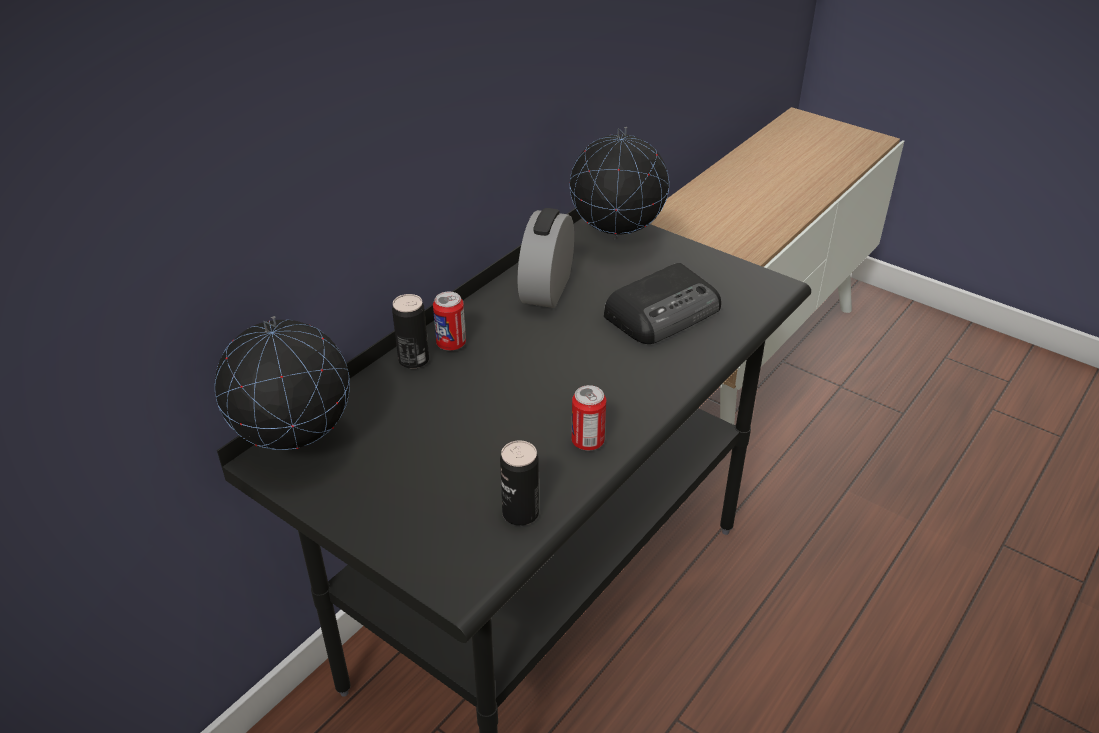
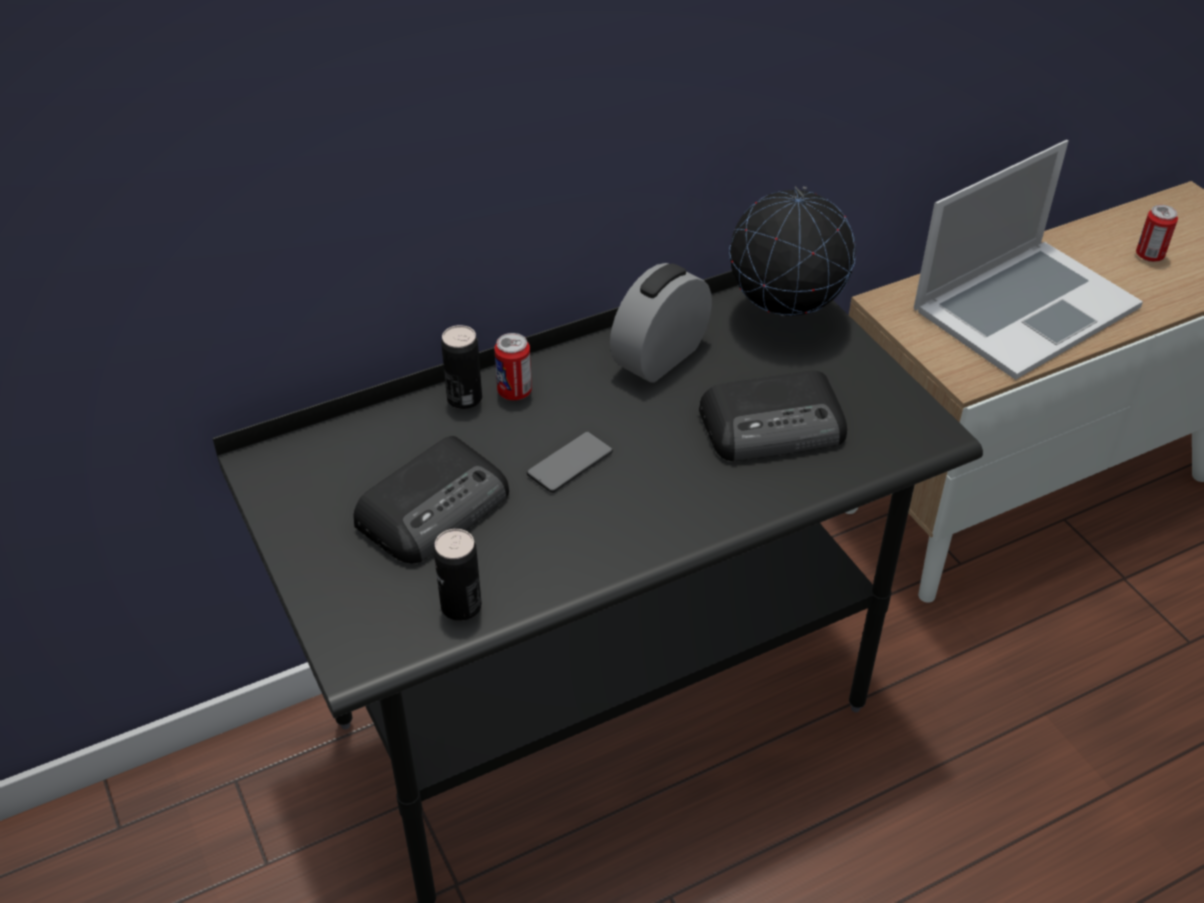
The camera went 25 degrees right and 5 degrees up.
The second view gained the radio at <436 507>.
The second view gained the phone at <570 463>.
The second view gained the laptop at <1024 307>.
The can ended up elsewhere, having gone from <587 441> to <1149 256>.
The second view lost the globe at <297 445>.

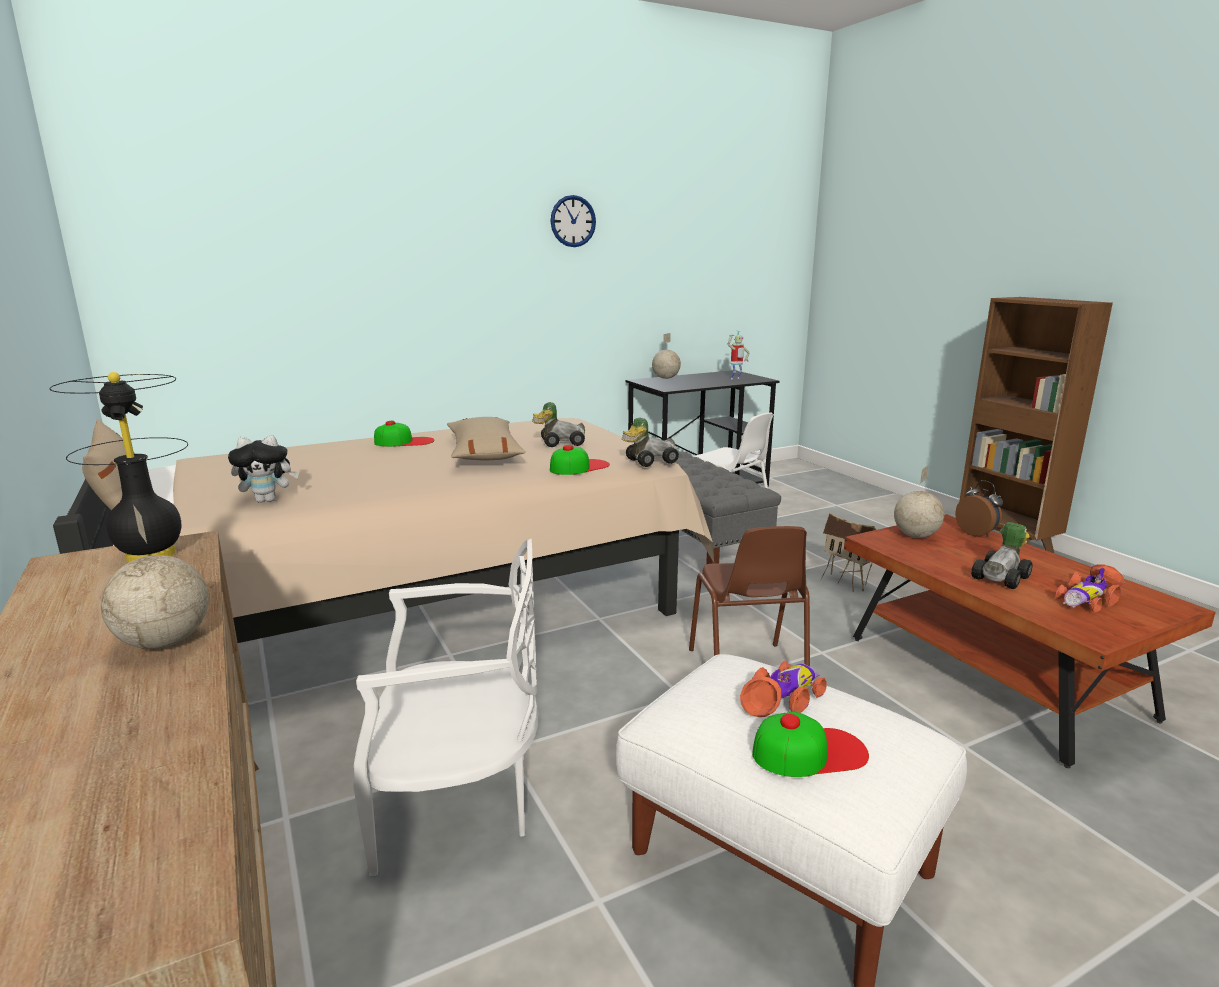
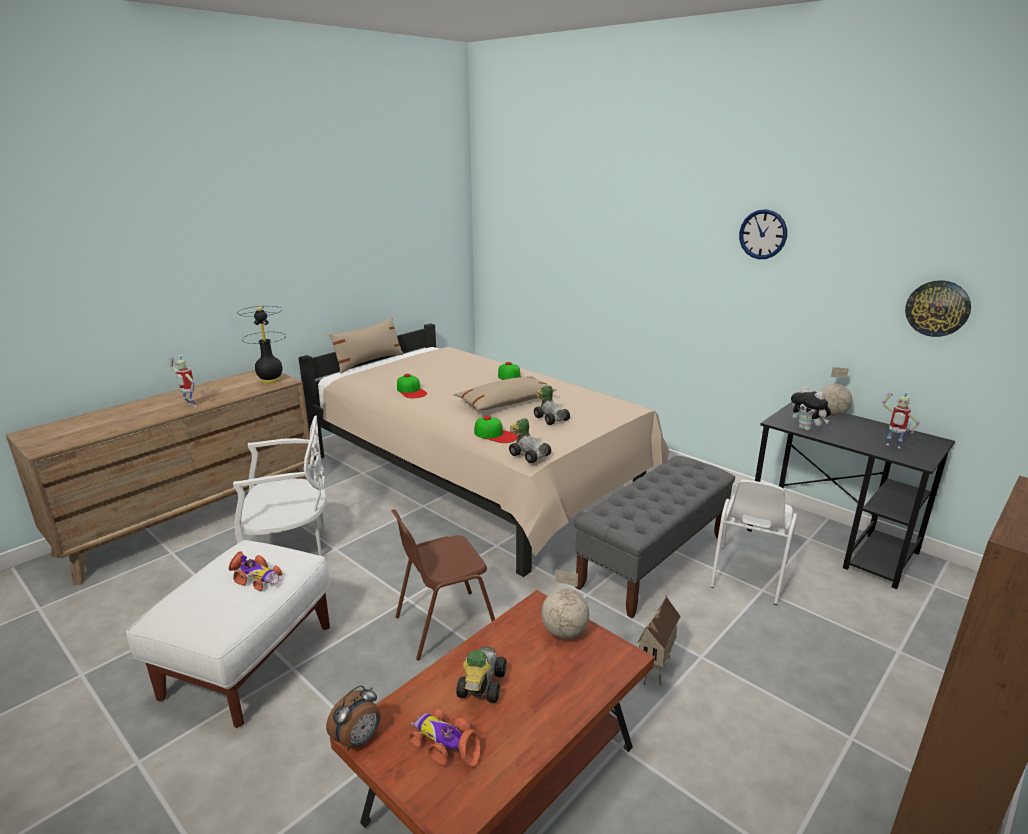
The camera went 70 degrees right and 5 degrees up.
Where the globe stood at <165 642>, the toy robot came to stand at <190 406>.
The white chair at <458 804> ended up facing another way, 75 degrees counterclockwise from before.
The alarm clock ended up elsewhere, having gone from <977 533> to <358 740>.
The cap ended up elsewhere, having gone from <809 752> to <411 391>.
The toy car at <1003 577> ended up facing another way, 75 degrees clockwise from before.
The plush toy ended up elsewhere, having gone from <268 500> to <807 429>.
The second view gained the wall clock at <937 308>.

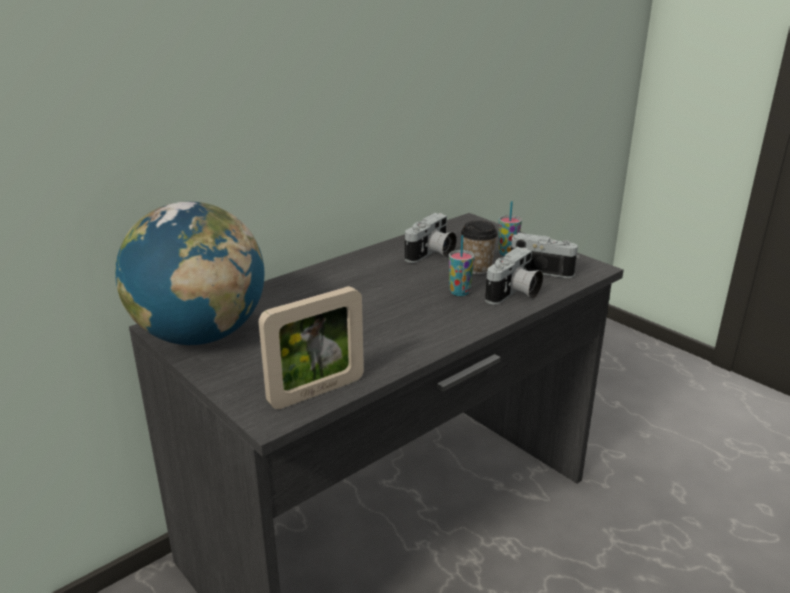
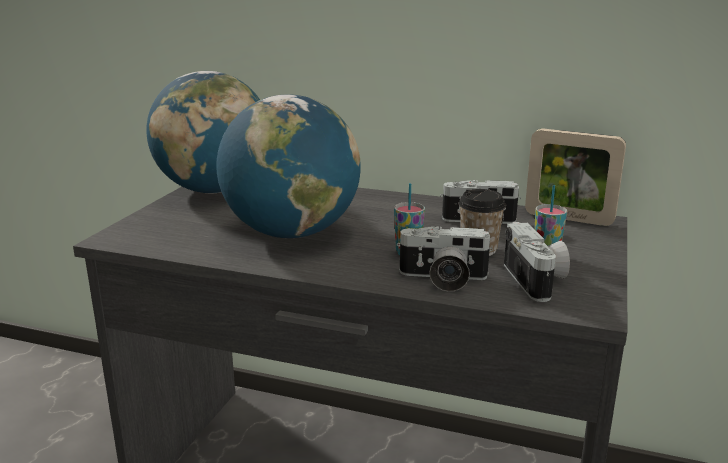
The camera went 60 degrees right and 5 degrees down.
The second view gained the globe at <291 233>.
The picture frame ended up elsewhere, having gone from <316 392> to <568 218>.

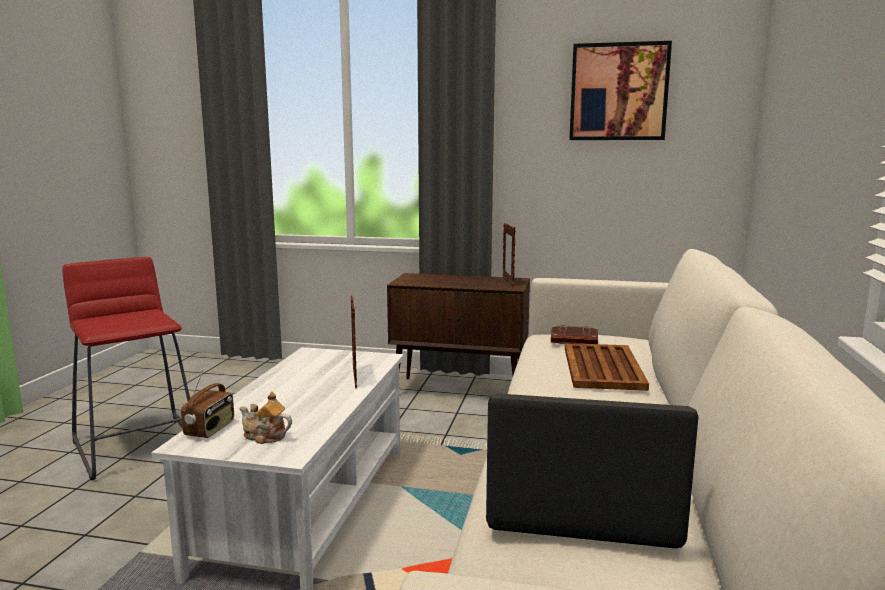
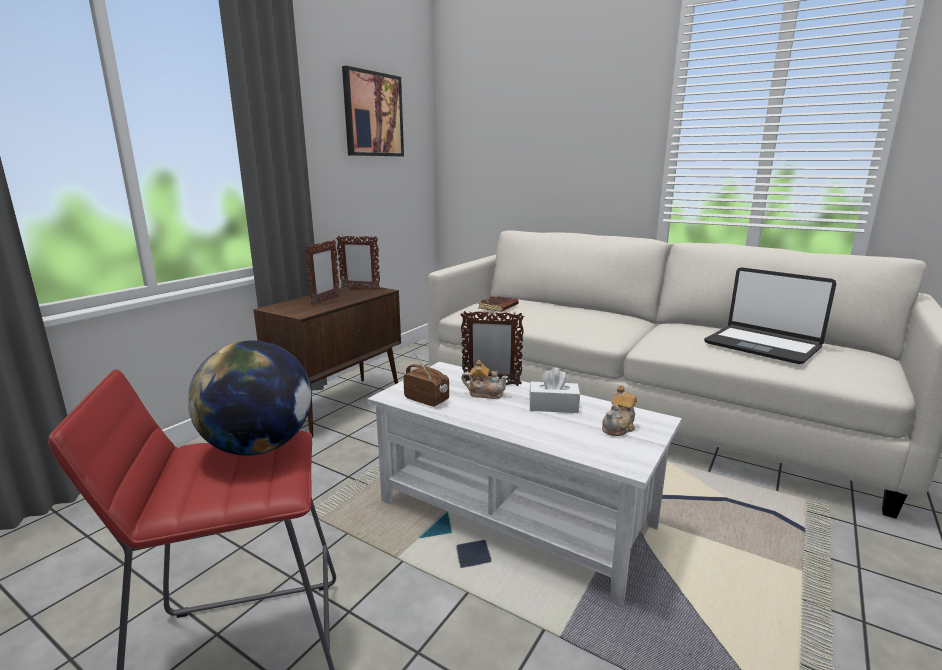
The camera went 70 degrees left and 5 degrees up.
The second view gained the globe at <259 447>.
The second view gained the picture frame at <325 300>.
The radio ended up elsewhere, having gone from <210 429> to <427 400>.
The second view gained the teapot at <485 393>.
The second view gained the white tissue box at <553 406>.
The laptop at <581 508> ended up facing another way, 75 degrees counterclockwise from before.
The second view lost the brown tray at <602 368>.

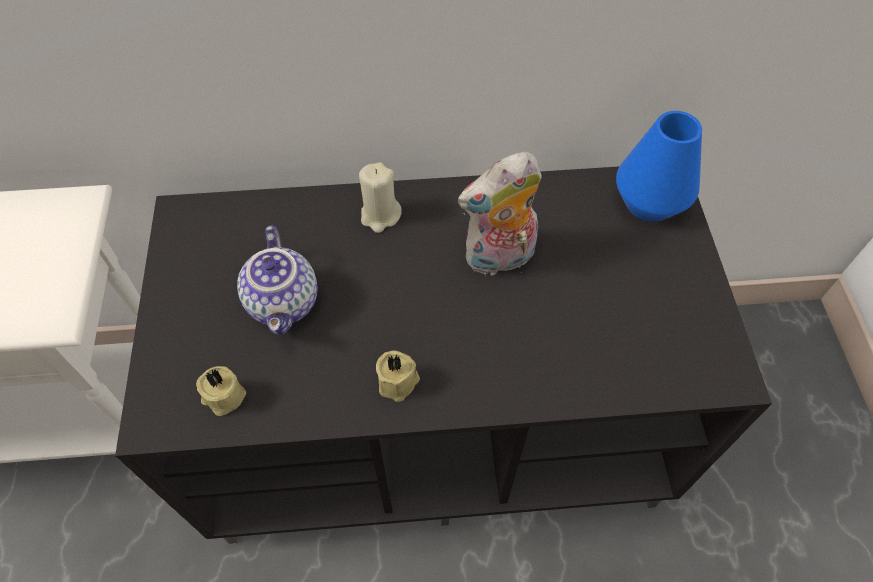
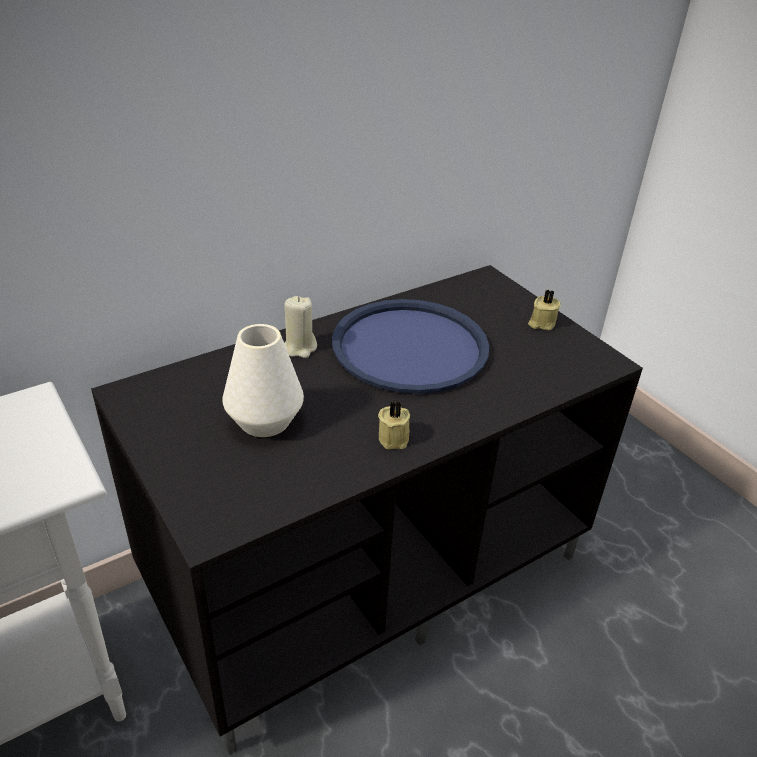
The camera went 30 degrees left and 20 degrees down.
Where the teapot stood at <285 303>, the white vase came to stand at <265 420>.
Where the plush toy stood at <499 259>, the blue tray came to stand at <409 347>.
The beige candle ended up elsewhere, having gone from <223 397> to <541 323>.
The second view lost the blue vase at <649 202>.

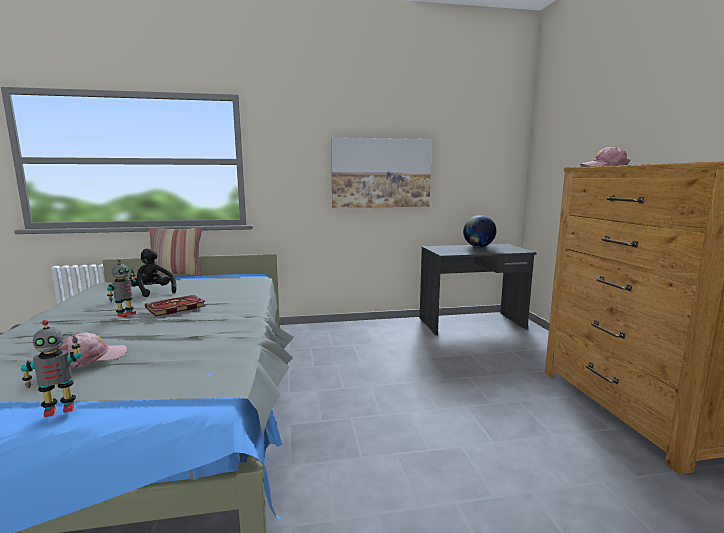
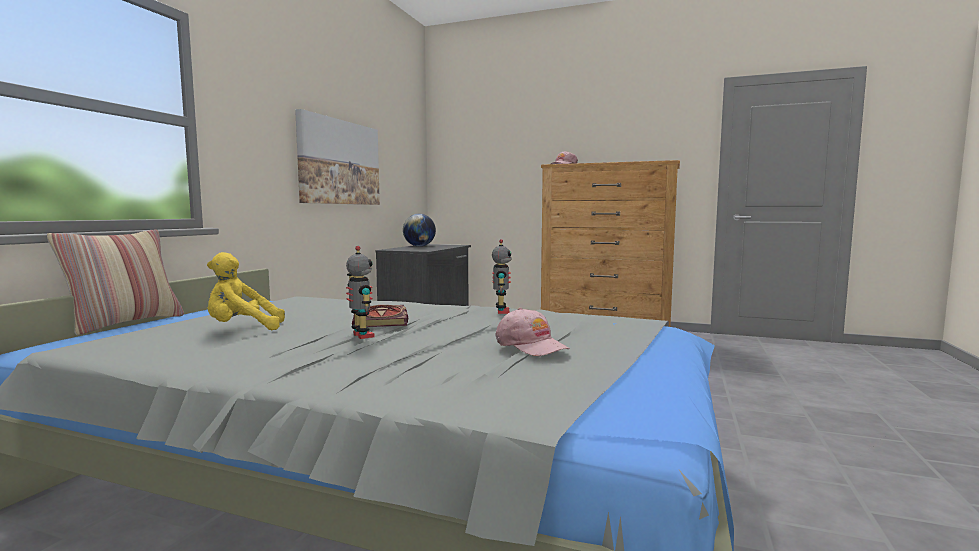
The camera went 60 degrees left and 5 degrees down.
What was the black plush toy at <153 292> turned into the yellow plush toy at <242 329>.
The toy robot ended up elsewhere, having gone from <59 409> to <501 311>.
The pink cap at <91 358> ended up facing another way, 150 degrees clockwise from before.

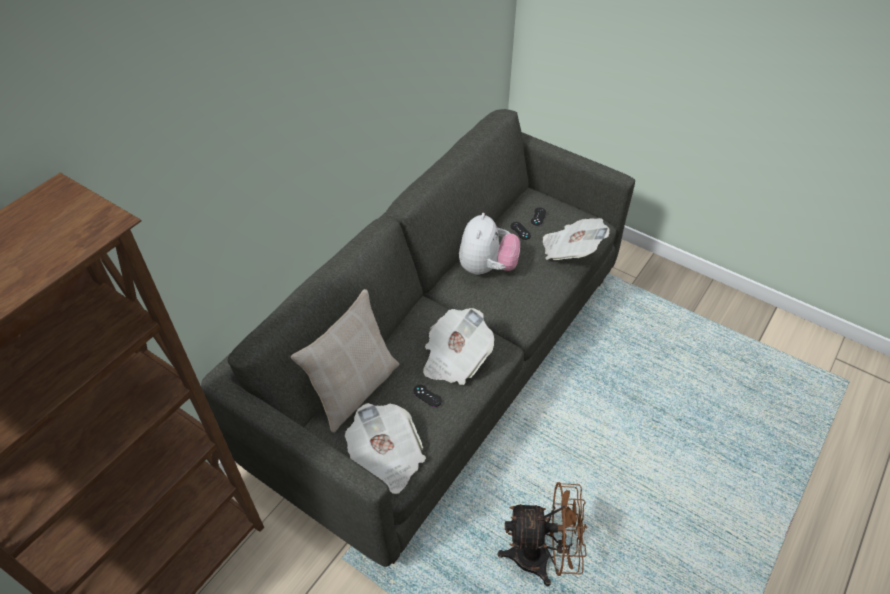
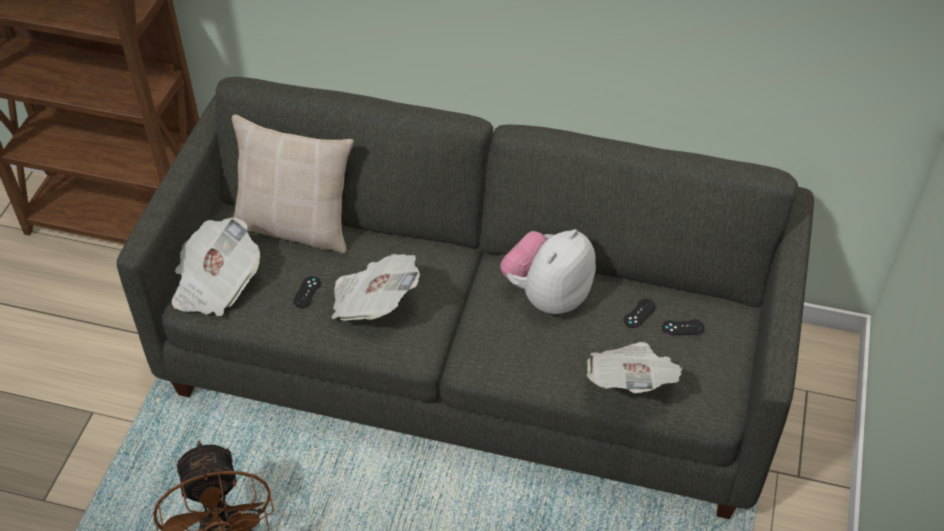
The camera went 70 degrees right and 0 degrees up.
The plush toy at <487 267> ended up facing another way, 135 degrees clockwise from before.

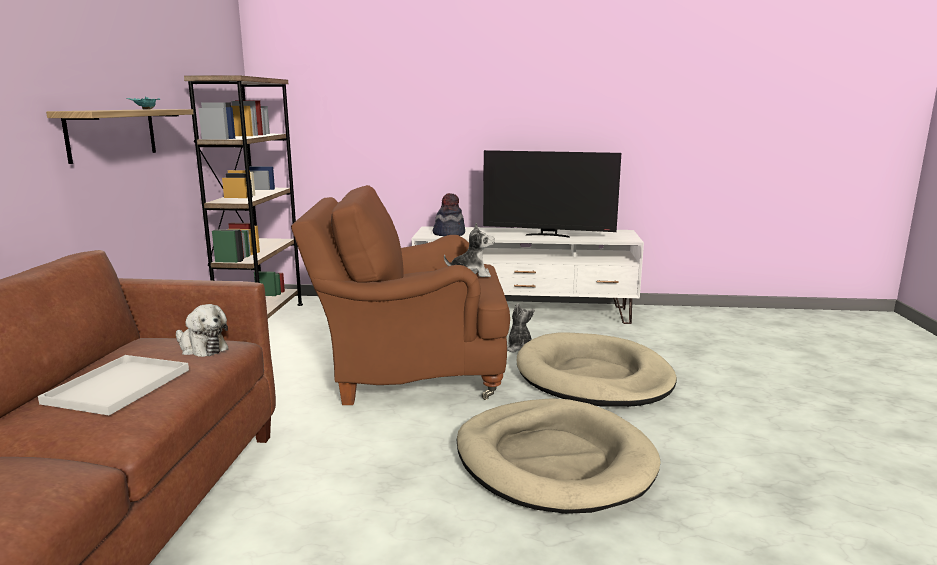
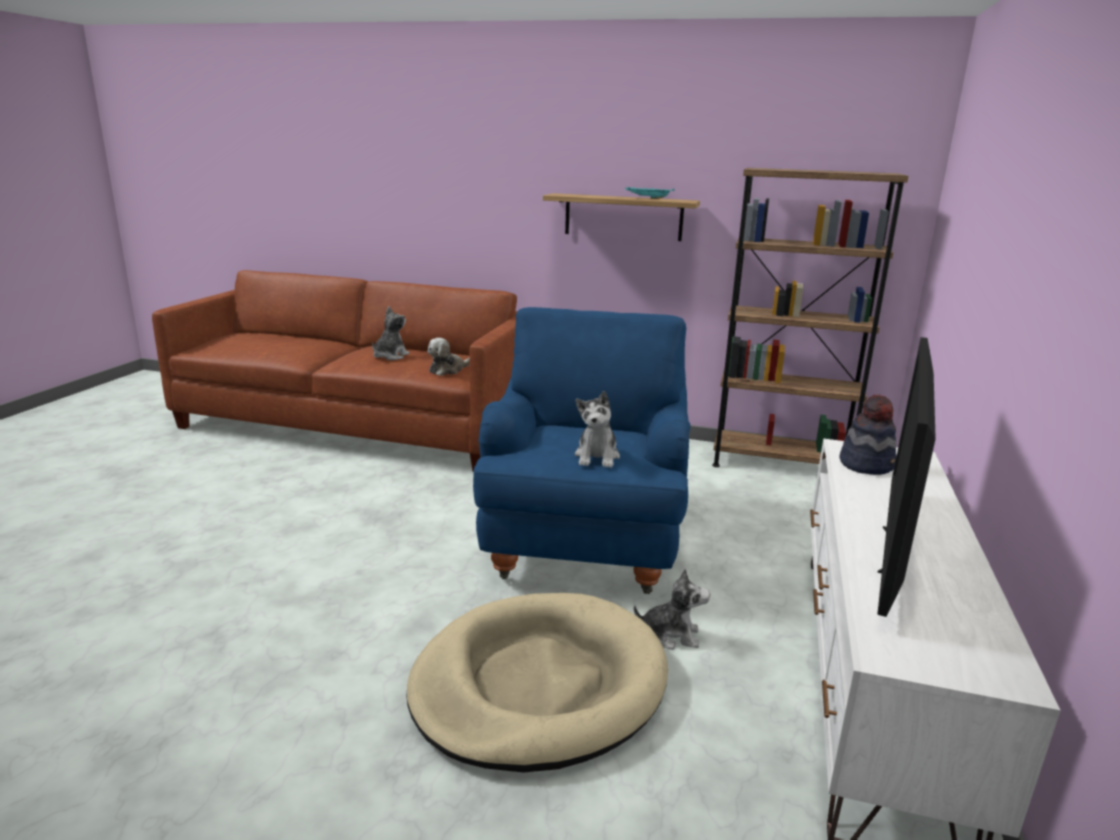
The camera went 100 degrees right and 5 degrees up.
Where the white tray stood at <117 387>, the plush toy came to stand at <390 356>.
What was the brown armchair at <411 376> turned into the blue armchair at <585 539>.
The second view lost the beige dog bed at <553 461>.

